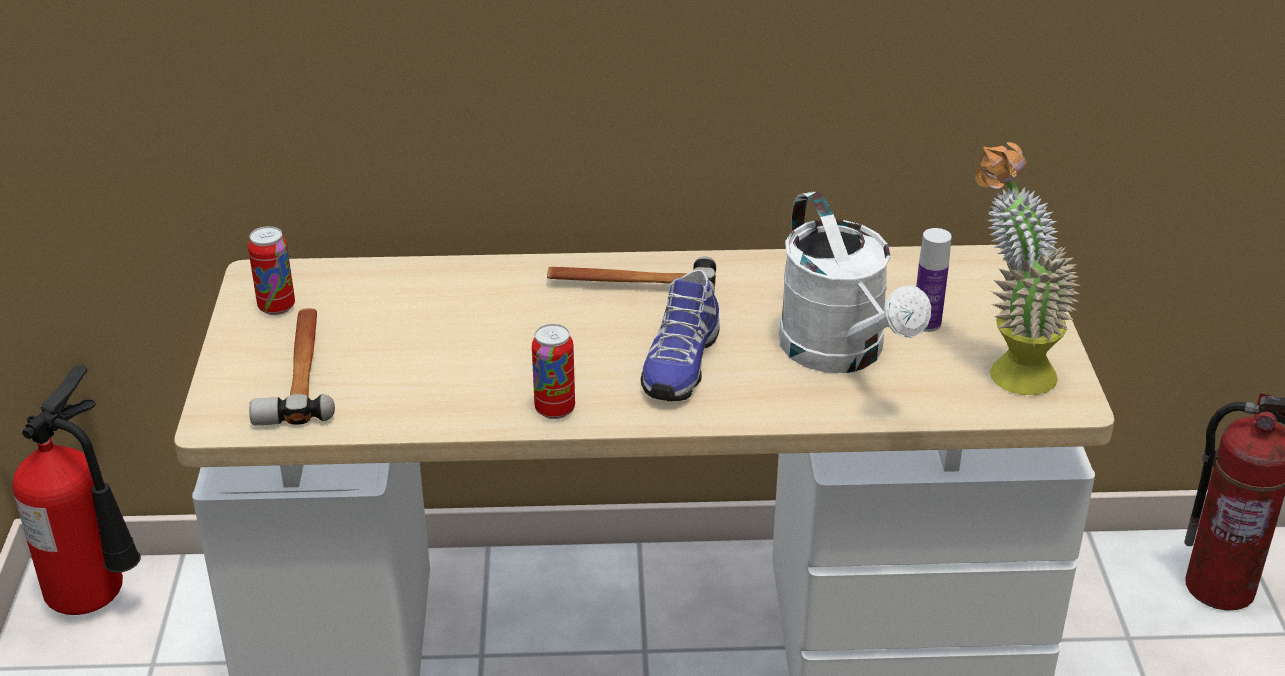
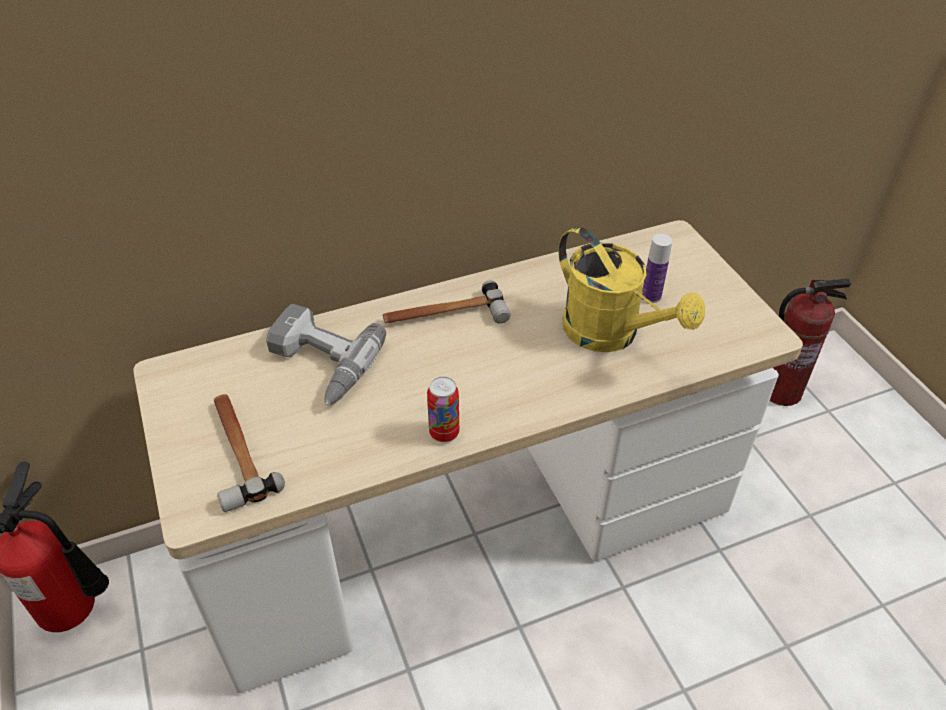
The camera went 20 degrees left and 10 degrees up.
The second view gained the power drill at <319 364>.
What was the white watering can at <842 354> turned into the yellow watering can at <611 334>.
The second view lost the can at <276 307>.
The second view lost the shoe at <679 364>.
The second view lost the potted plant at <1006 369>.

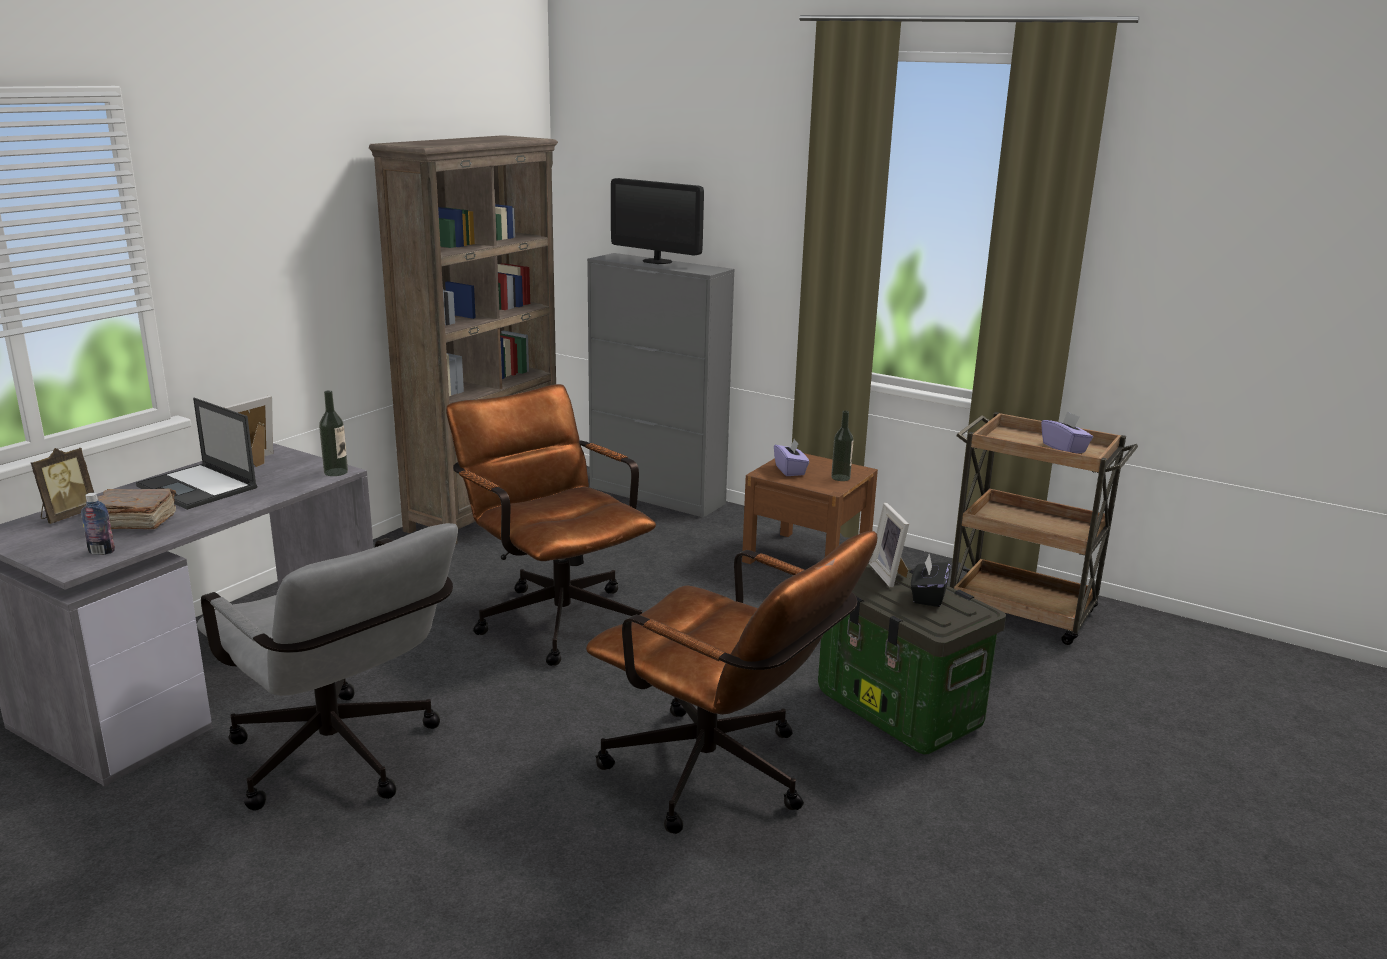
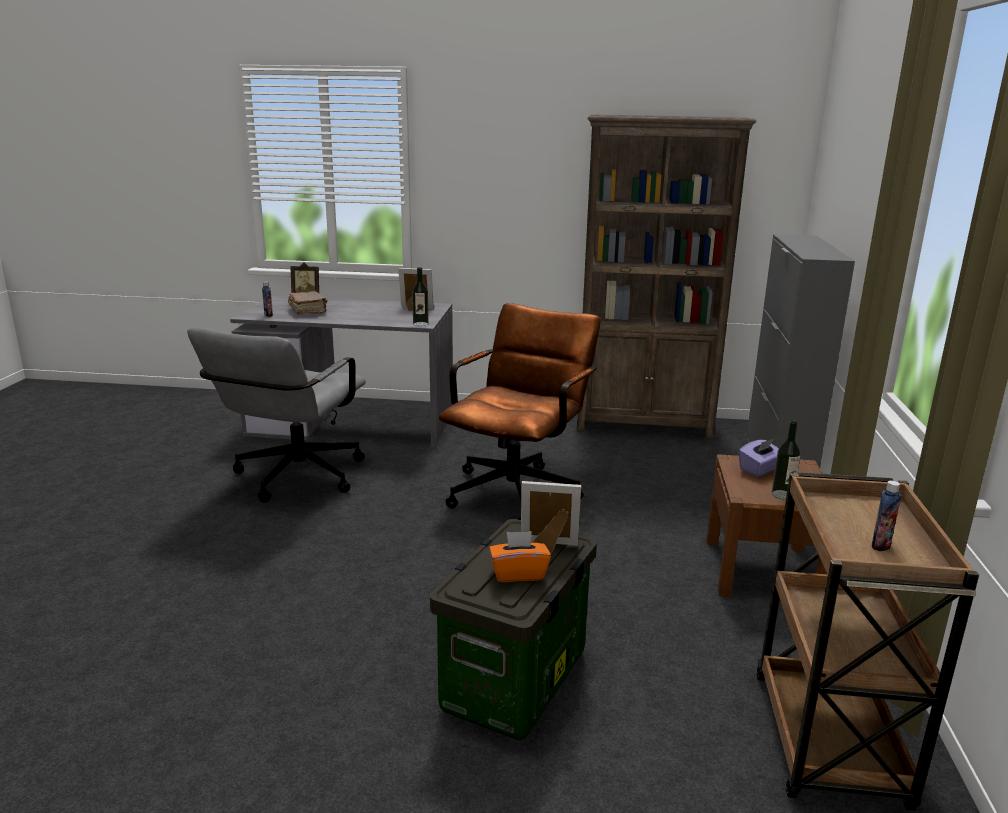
The camera went 65 degrees right and 0 degrees up.
What was the black tissue box at <928 596> turned into the orange tissue box at <518 573>.
The picture frame at <890 575> ended up facing another way, 45 degrees clockwise from before.
Where the purple tissue box stood at <1064 448>, the bottle came to stand at <880 545>.
The second view lost the laptop at <198 487>.
The second view lost the brown office chair at <722 778>.
The second view lost the monitor at <657 261>.

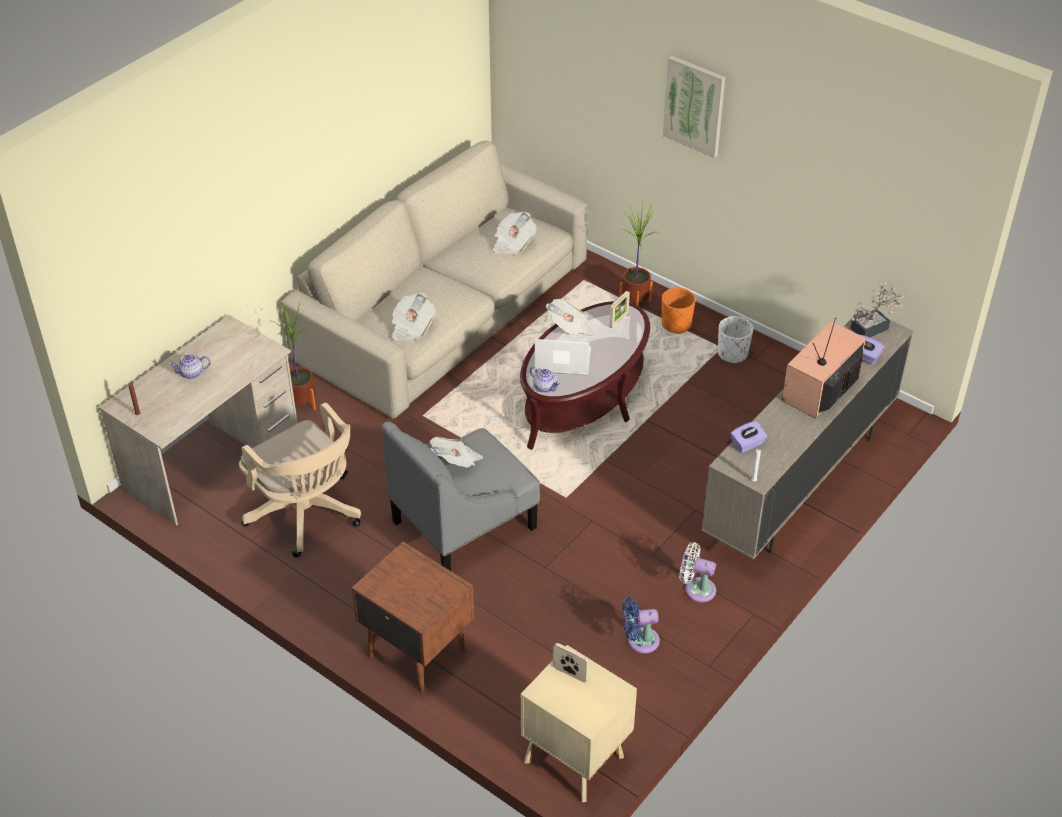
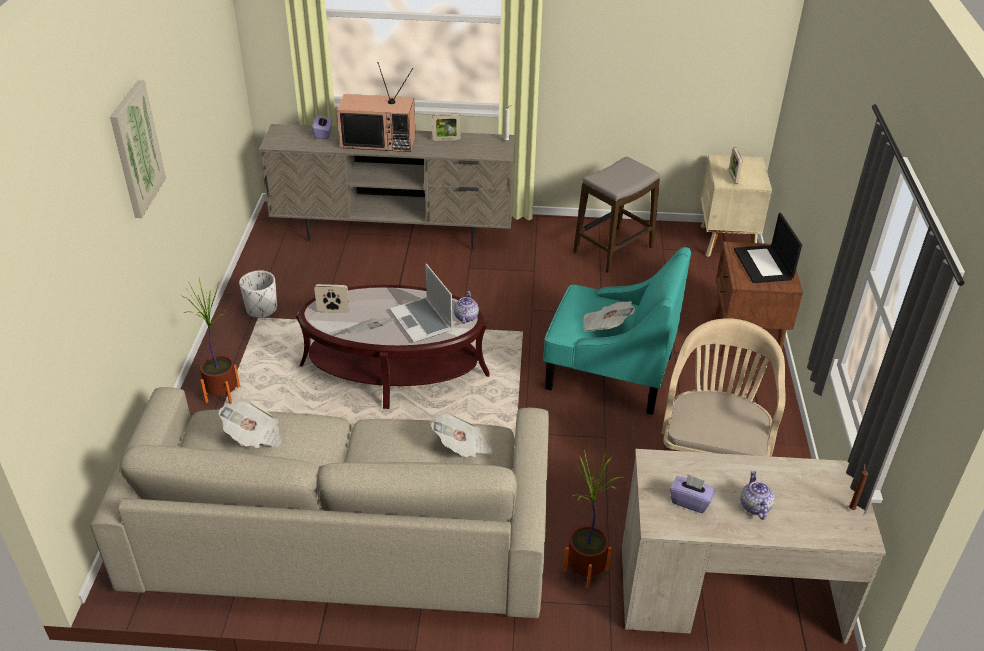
The camera went 125 degrees left and 5 degrees down.
The second view gained the picture frame at <446 139>.
What was the grey armchair at <464 524> turned into the turquoise armchair at <609 372>.
Where the blue fan stood at <639 641>, the stool came to stand at <613 250>.
The purple tissue box ended up elsewhere, having gone from <747 444> to <690 501>.
The second view gained the laptop at <764 265>.
The teapot at <191 373> ended up facing another way, 135 degrees counterclockwise from before.
The second view lost the orange planter at <676 324>.
The second view lost the white fan at <696 589>.
The second view lost the potted plant at <873 327>.

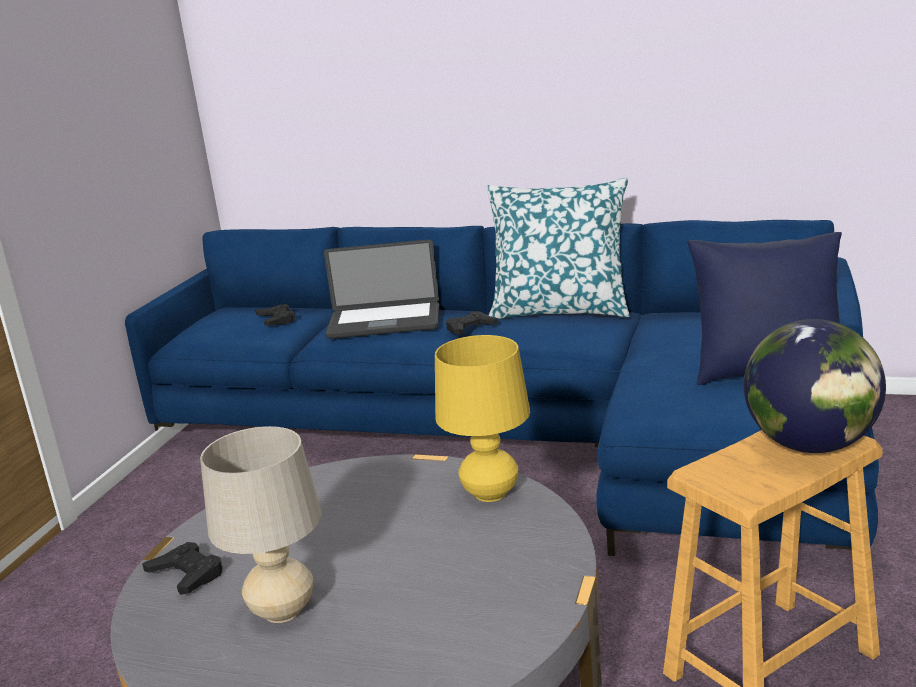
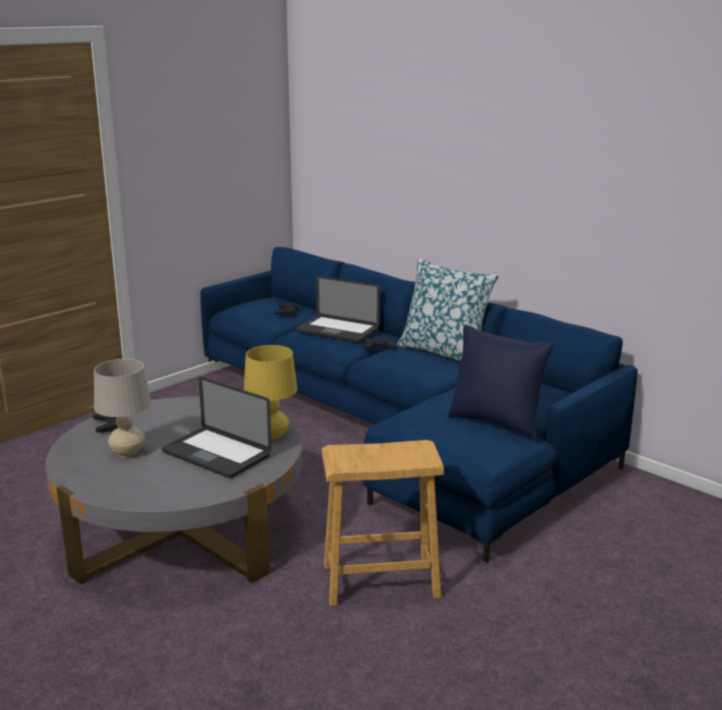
The camera went 25 degrees right and 0 degrees up.
The second view gained the laptop at <216 454>.
The second view lost the globe at <811 445>.

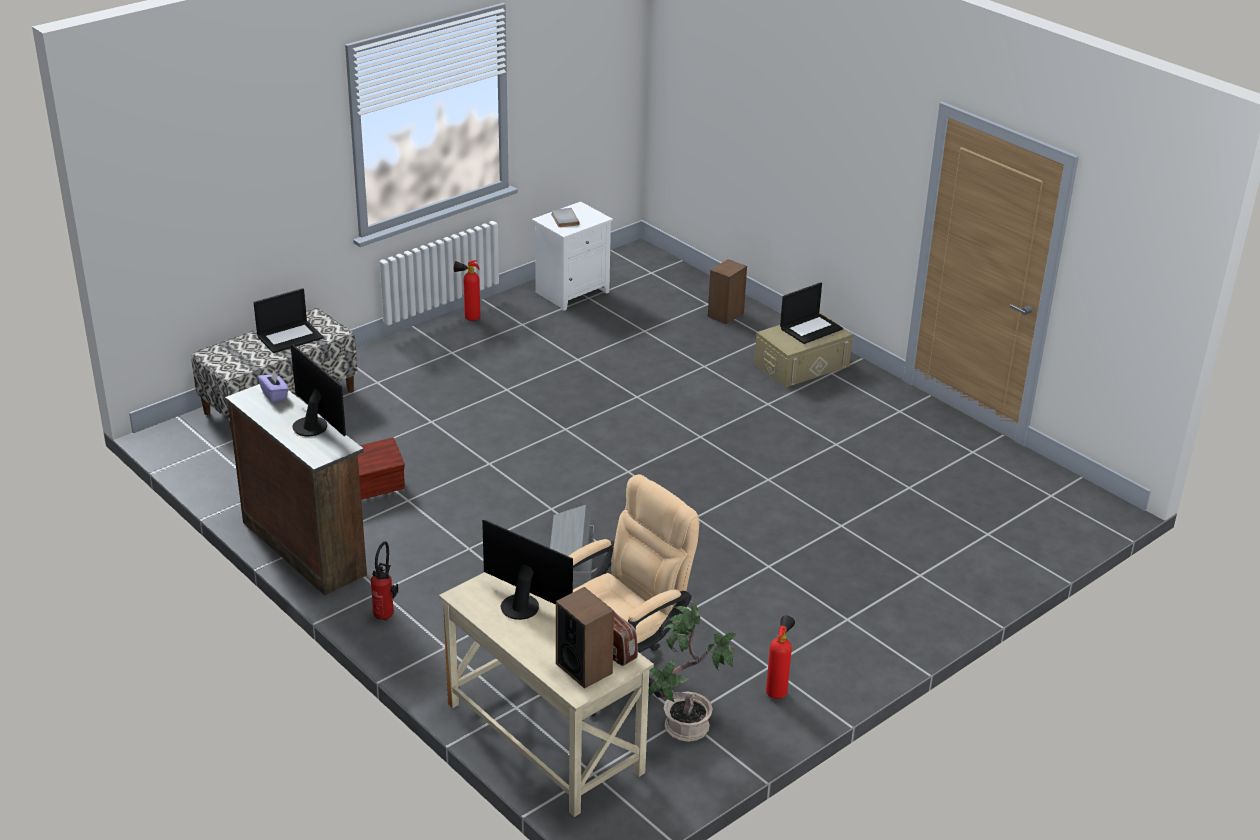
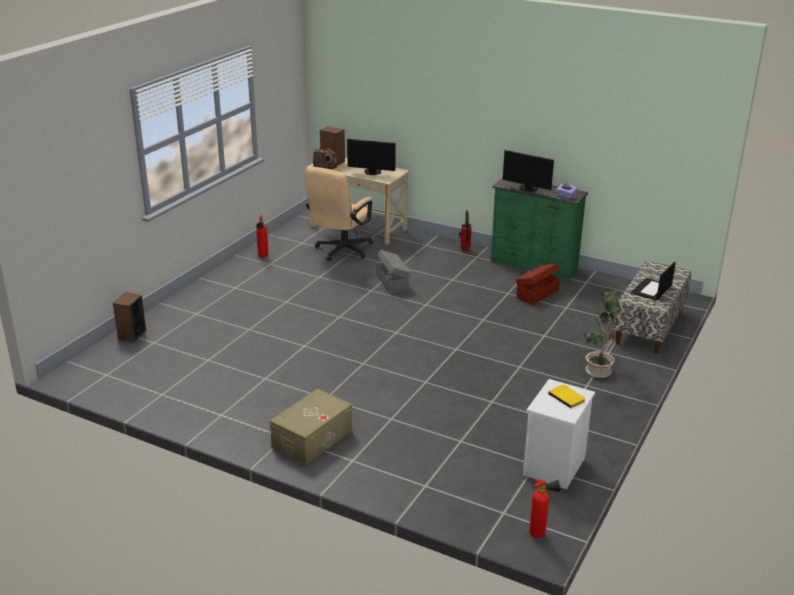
The camera went 160 degrees right and 5 degrees down.
The speaker ended up elsewhere, having gone from <726 314> to <132 335>.
What was the brown dresser at <305 546> turned into the green dresser at <534 265>.
The fire extinguisher ended up elsewhere, having gone from <468 318> to <540 534>.
What was the grey book at <563 219> turned into the yellow book at <567 397>.
The potted plant ended up elsewhere, having gone from <687 728> to <597 370>.
The second view lost the laptop at <811 328>.

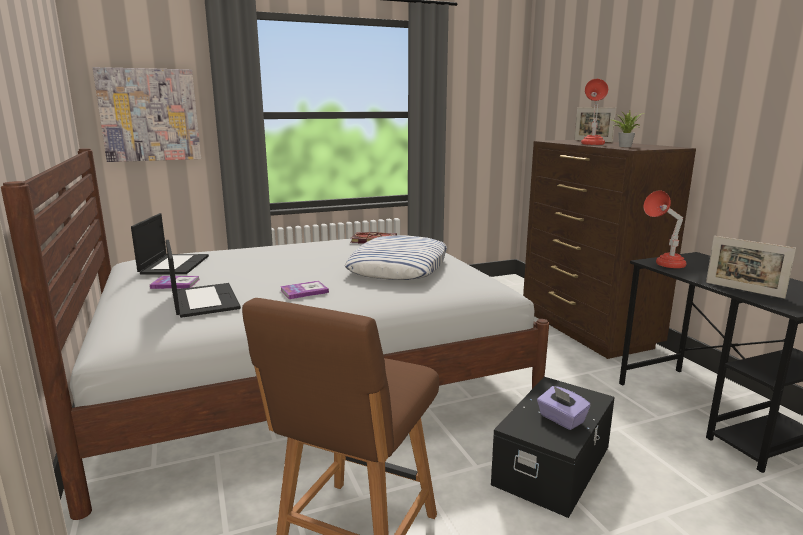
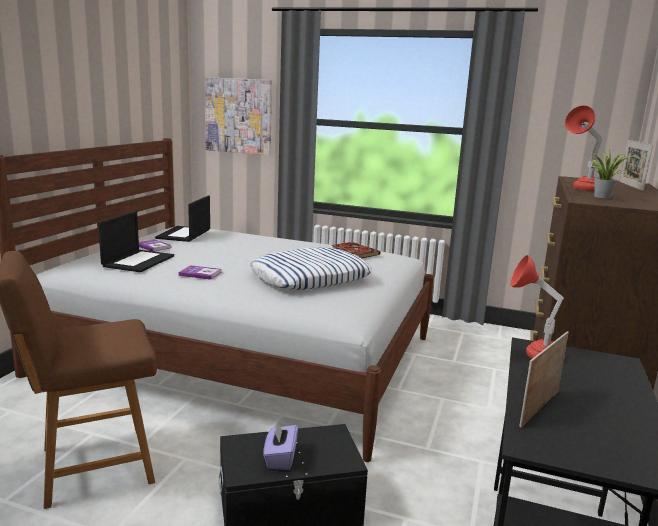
The camera went 40 degrees right and 0 degrees up.
The laptop at <174 264> ended up facing another way, 150 degrees clockwise from before.
The picture frame at <743 290> ended up facing another way, 45 degrees clockwise from before.

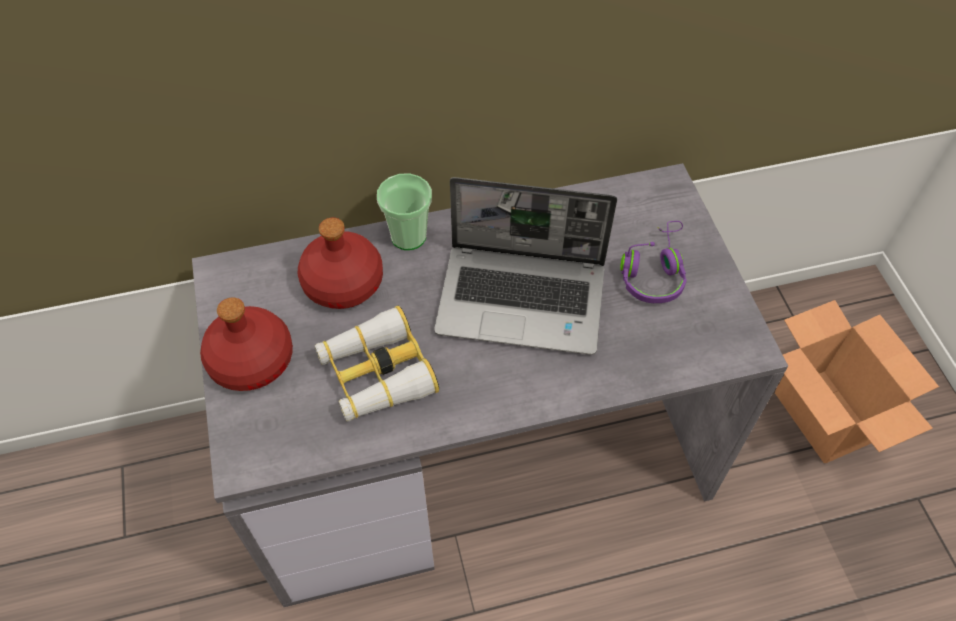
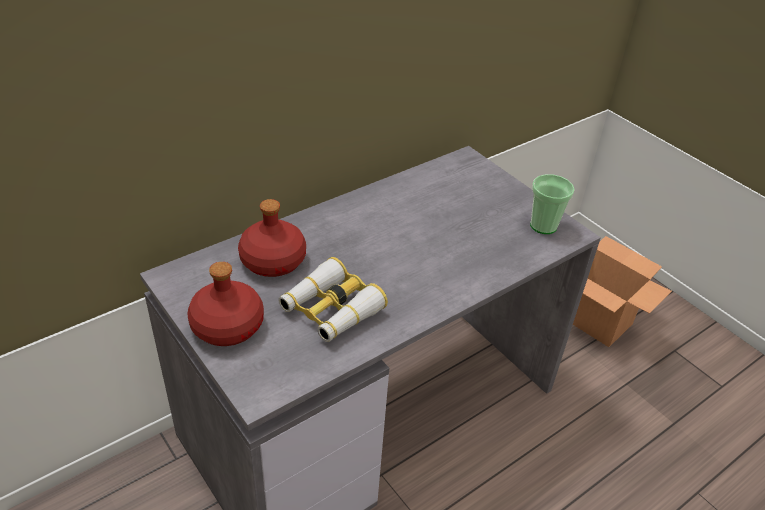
The camera went 25 degrees left and 15 degrees down.
The cup ended up elsewhere, having gone from <408 236> to <543 226>.
The second view lost the laptop at <523 299>.
The second view lost the purple headphones at <653 272>.

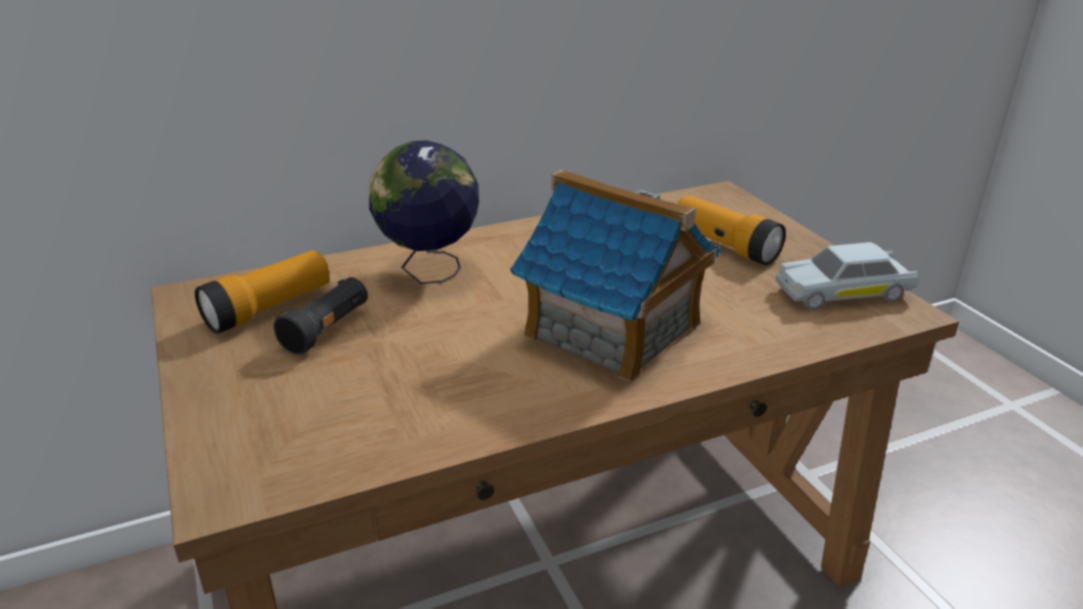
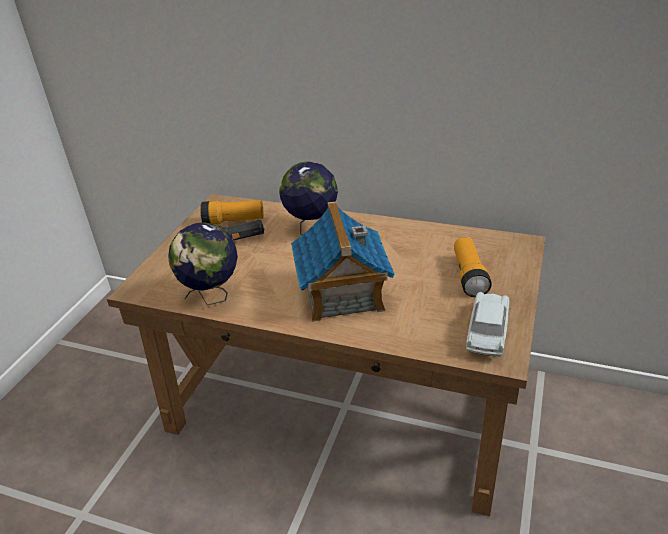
The camera went 45 degrees right and 5 degrees up.
The second view gained the globe at <212 297>.
The white toy car at <843 293> ended up facing another way, 75 degrees clockwise from before.

